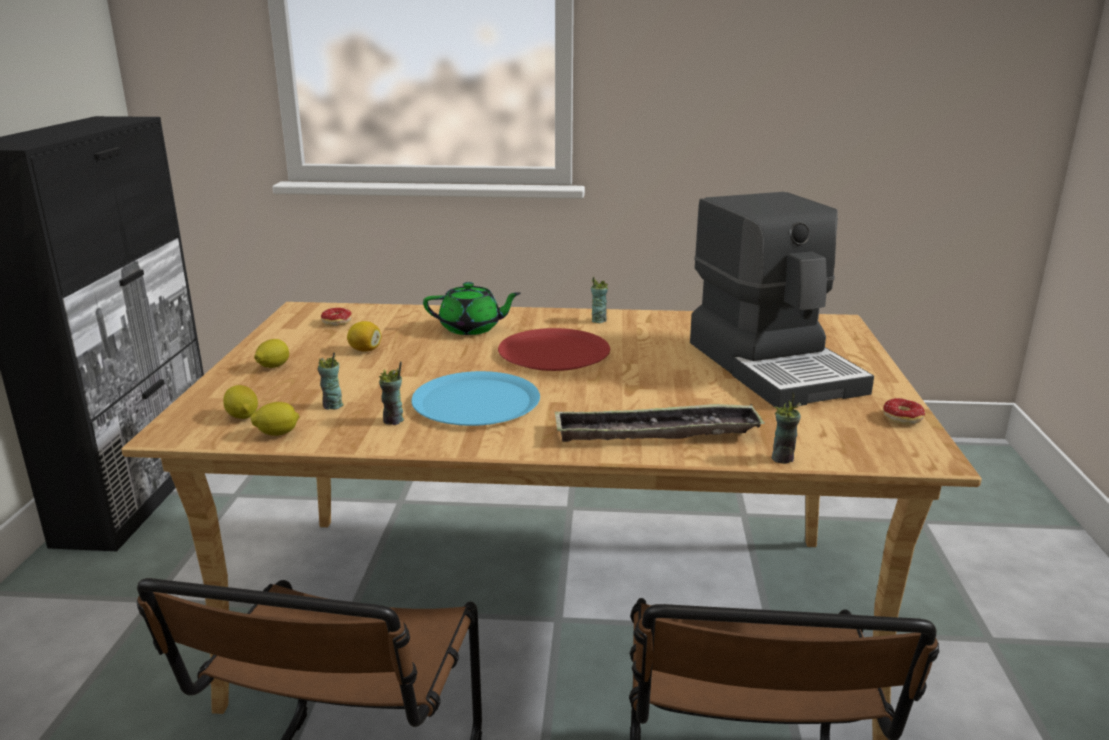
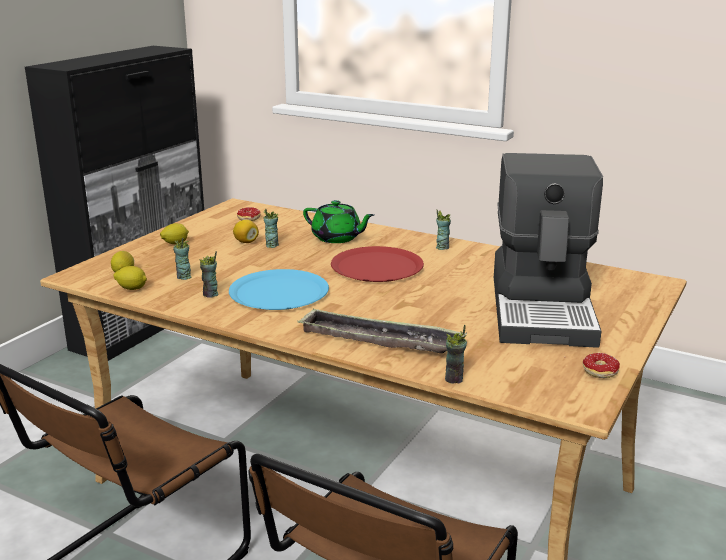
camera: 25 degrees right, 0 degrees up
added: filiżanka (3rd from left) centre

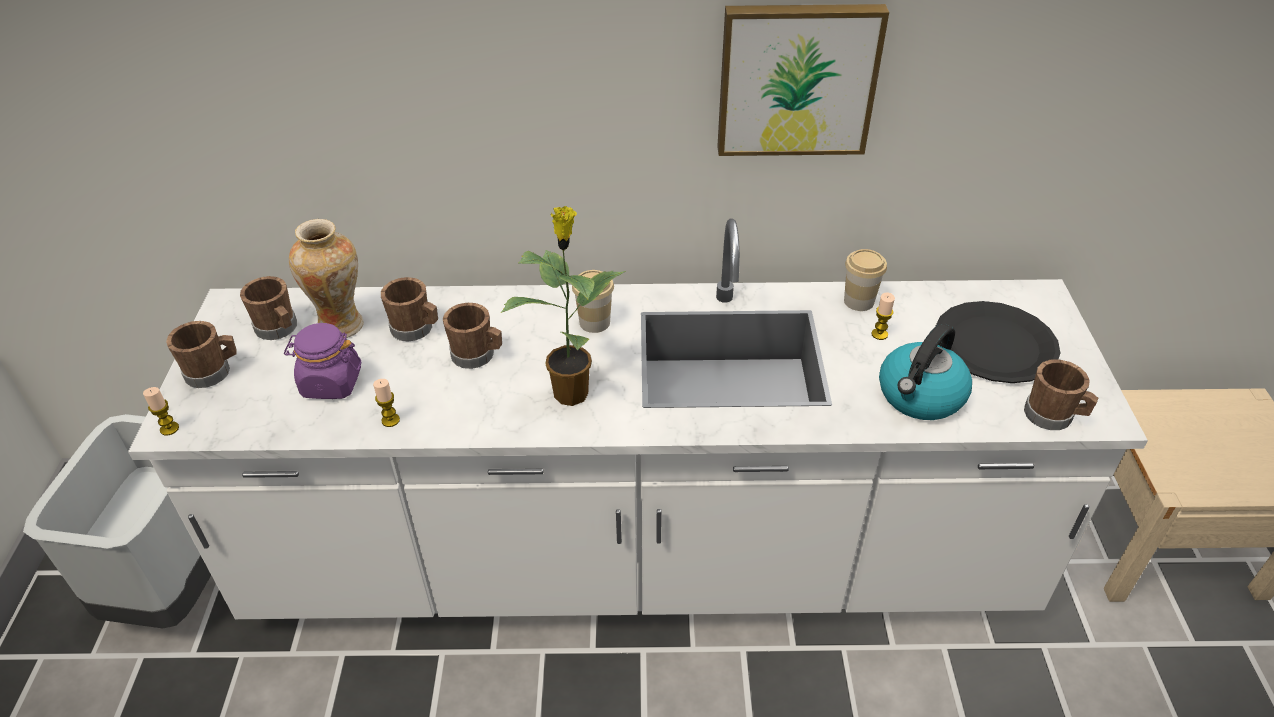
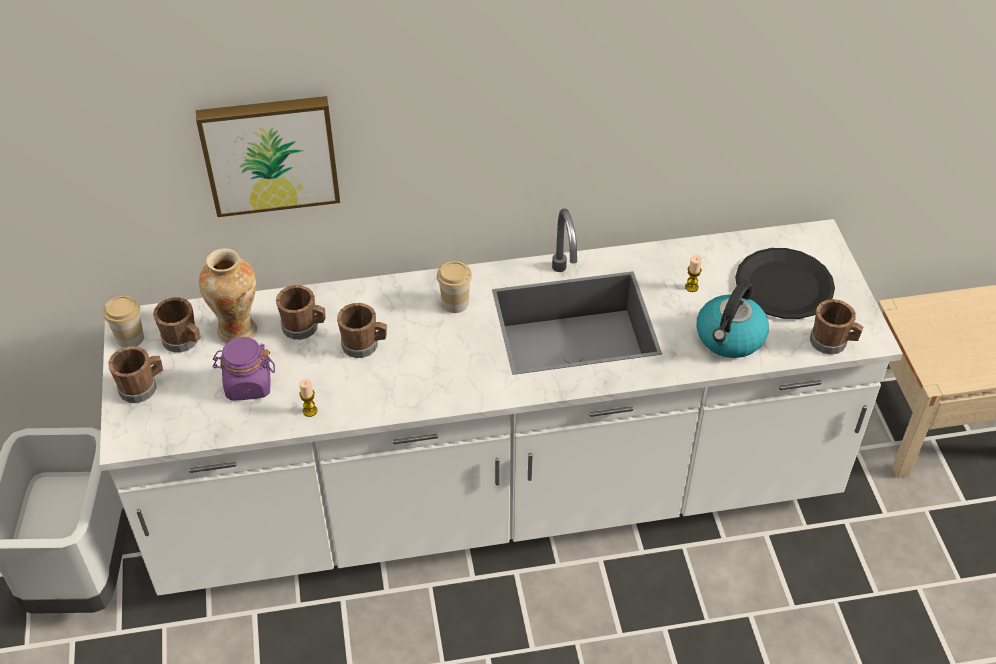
camera: 10 degrees left, 5 degrees up
removed: roślina doniczkowa centre; świeca (1st from left) middle left
moved: obraz top centre to top left; filiżanka (2nd from left in the first image) middle right to filiżanka (1st from left) middle left

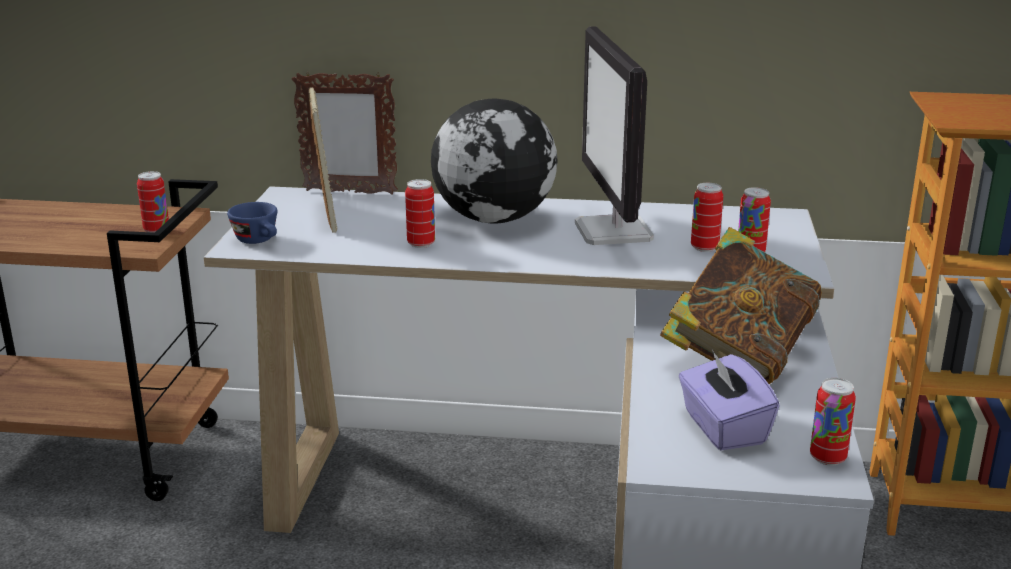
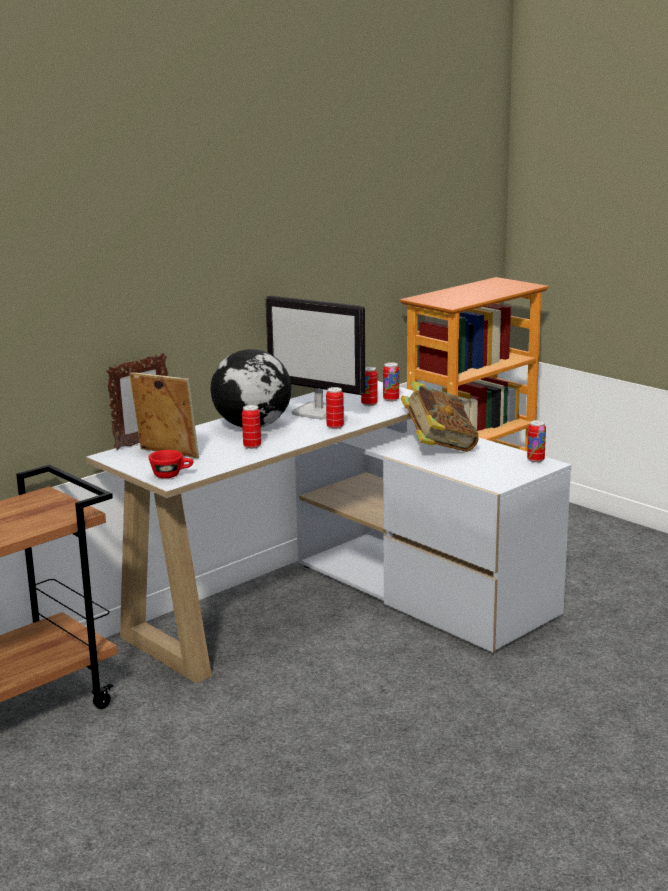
camera: 50 degrees left, 5 degrees down
removed: pudełko chusteczek/fioletowy bottom right
moved: puszka (1st from left in the first image) middle left to puszka (2nd from left) centre
recoloured: filiżanka/niebieski middle left to filiżanka/czerwony middle left

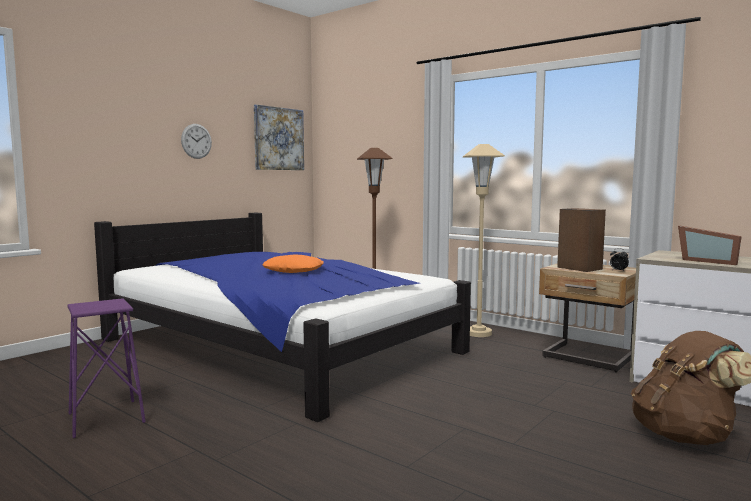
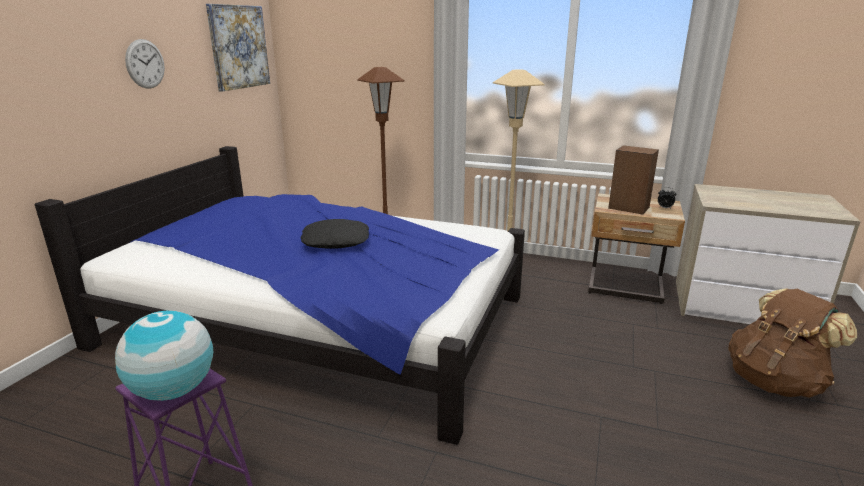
camera: 20 degrees left, 15 degrees up
removed: ramka na zdjęcie middle right
added: globus bottom left
recoloured: poduszka/pomarańczowy centre to poduszka/czarny centre

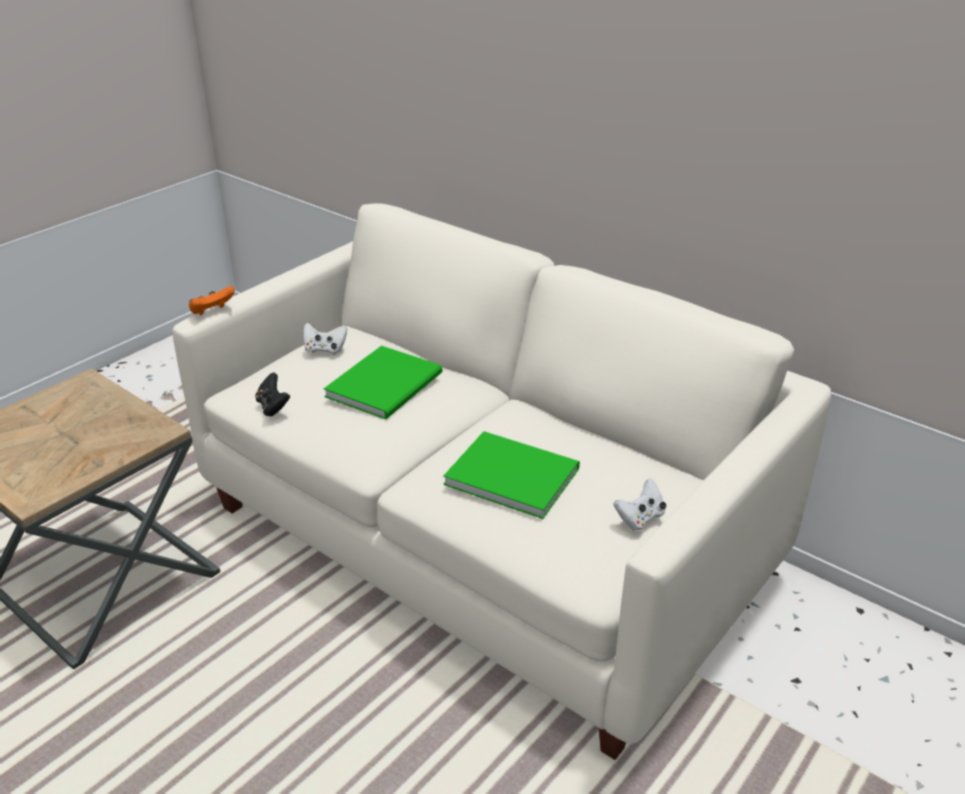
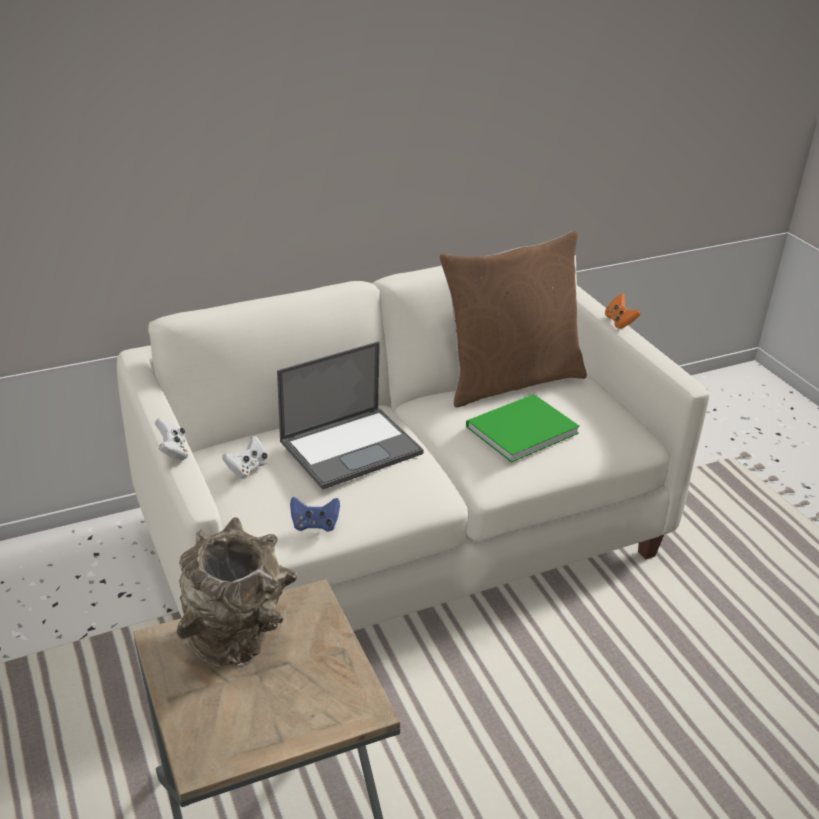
camera: 65 degrees left, 0 degrees up
added: poduszka/brązowy centre; wazon/brązowy bottom left
moved: pad do gier/pomarańczowy middle left to middle right; pad do gier/biały (2nd from left in the first image) centre to pad do gier/biały (1st from left) middle left
replaced: książka/zielony (1st from left) centre to laptop centre
recoloured: pad do gier/czarny middle left to pad do gier/niebieski centre

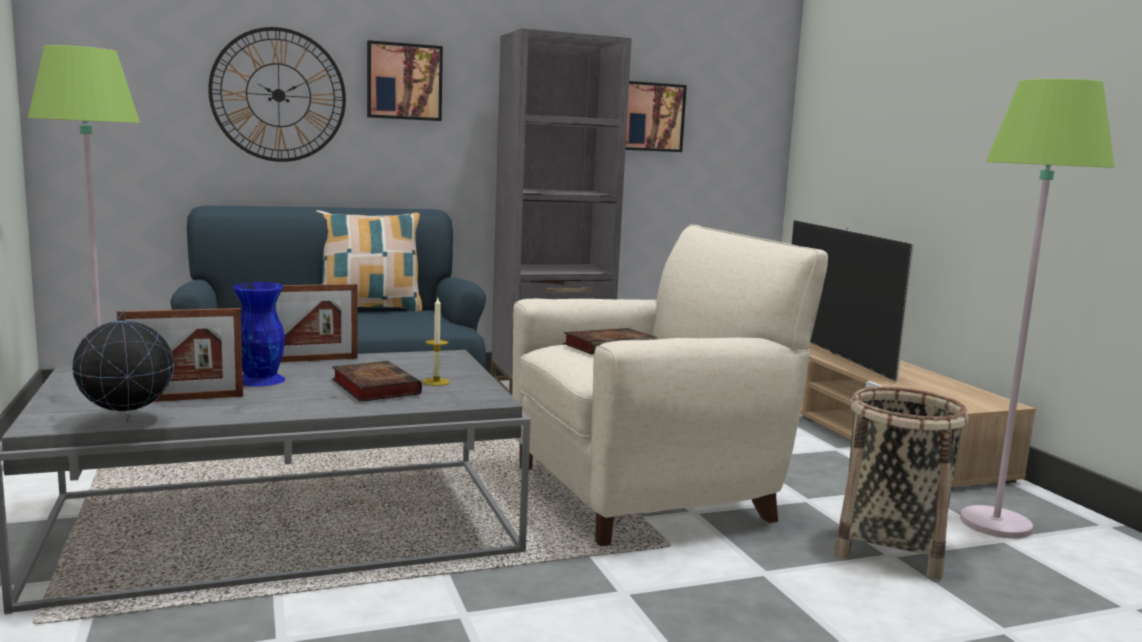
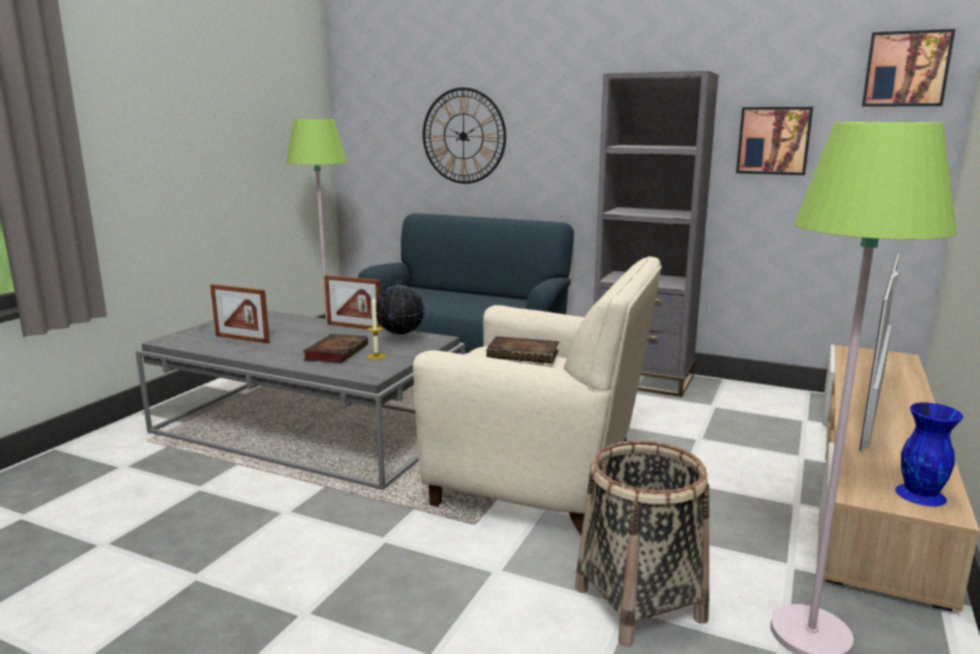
camera: 45 degrees right, 5 degrees up
removed: poduszka middle left
moved: obraz (1st from left in the first image) top centre to obraz (2nd from left) top right; wazon/niebieski middle left to bottom right; globus middle left to centre

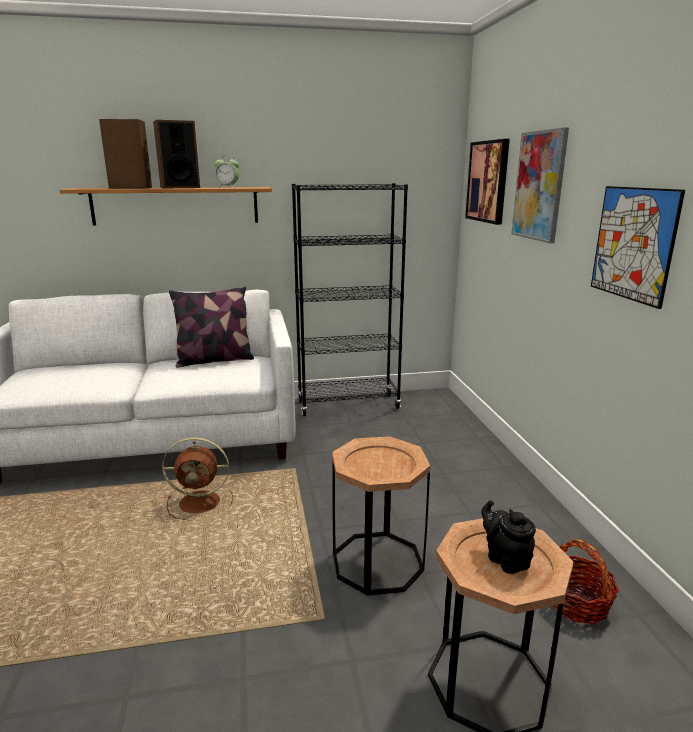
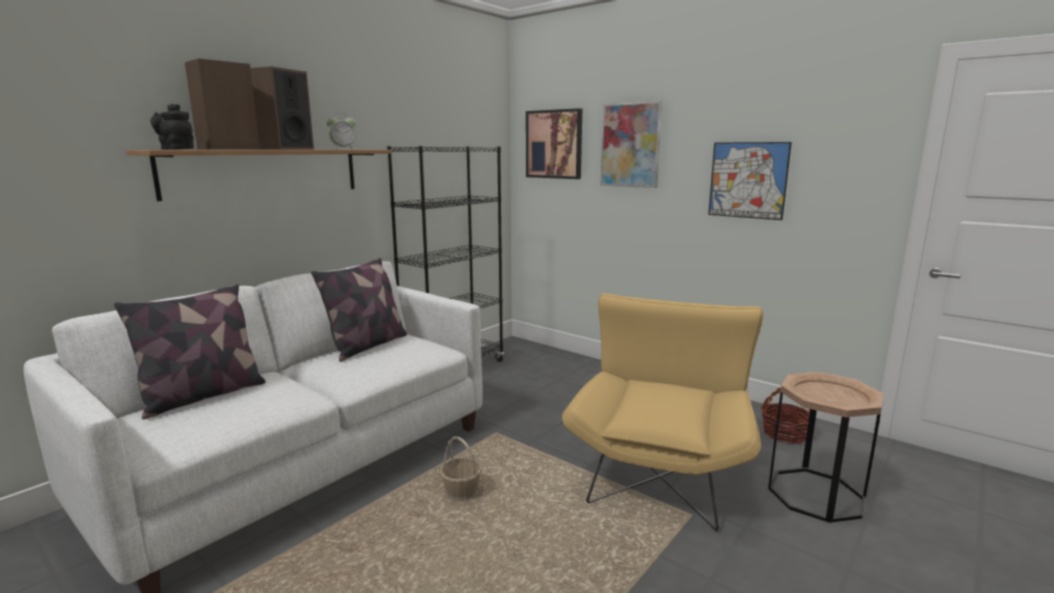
camera: 40 degrees left, 5 degrees down
added: poduszka (1st from left) middle left
moved: imbryk/czarny bottom right to top left
replaced: stolik/brązowy (1st from left) bottom centre to fotel/żółty bottom centre; wentylator/brązowy middle left to koszyk (1st from left) bottom centre

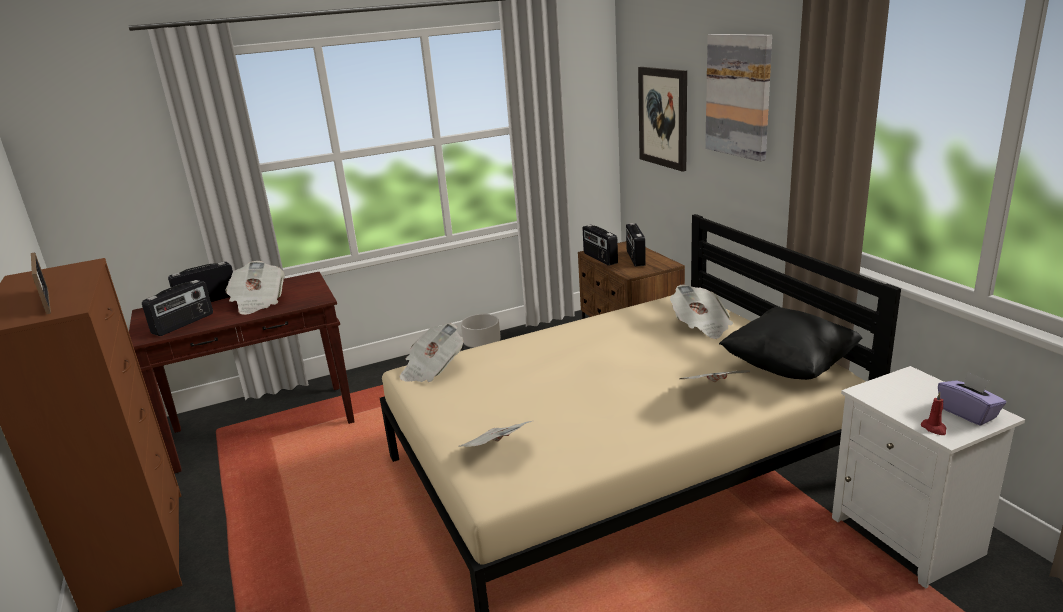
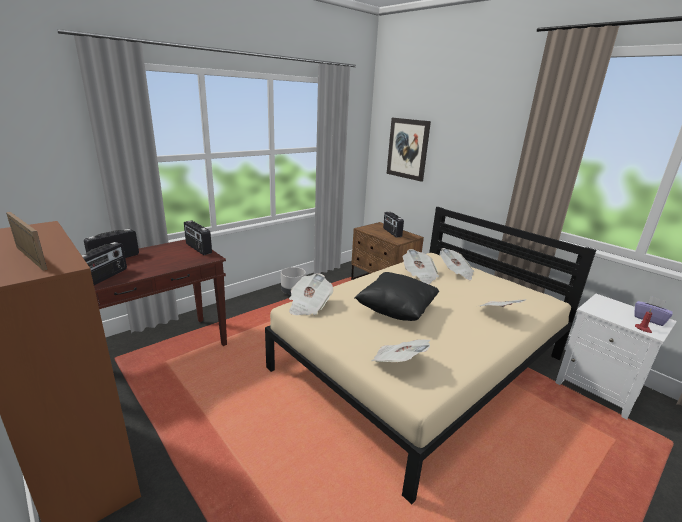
camera: 20 degrees left, 0 degrees up
removed: obraz (2nd from left) top right
moved: radio (3rd from left) centre to middle left; gazeta (1st from left in the first image) middle left to gazeta (3rd from left) centre; poduszka/czarny middle right to centre

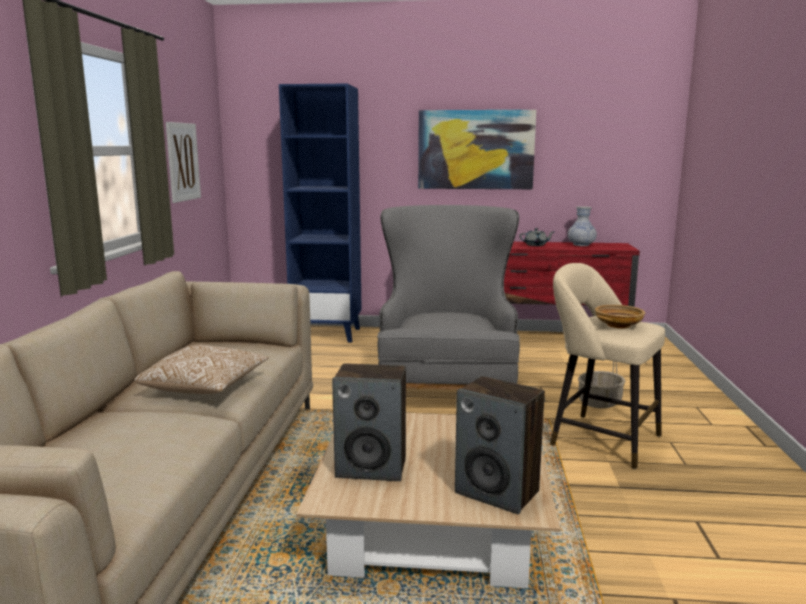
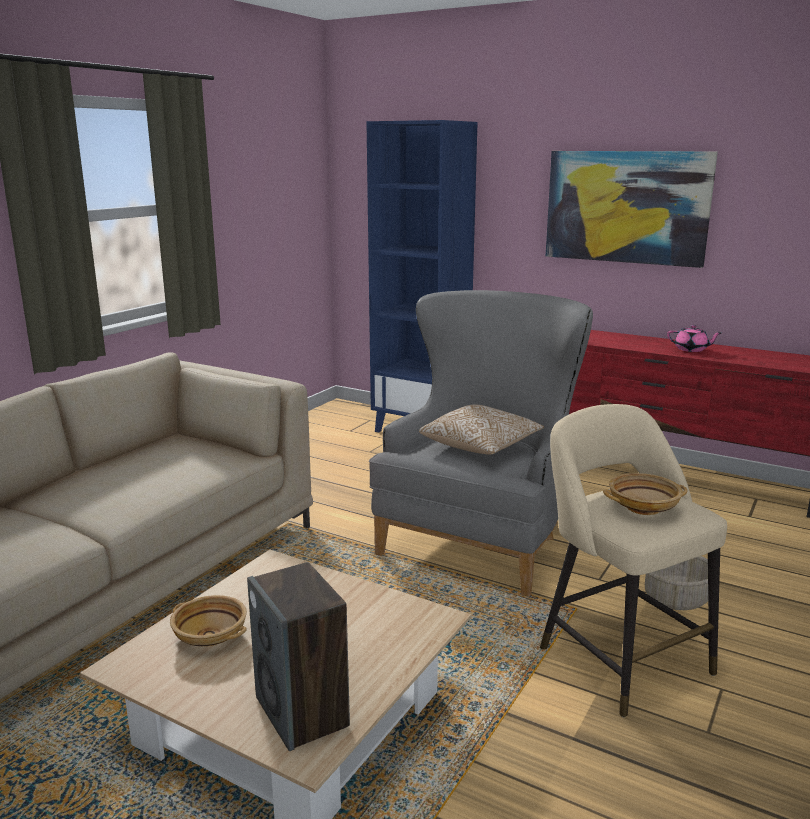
camera: 25 degrees right, 5 degrees up
removed: obraz (1st from left) top left; wazon middle right
moved: poduszka middle left to centre
replaced: głośnik (1st from left) bottom centre to miska/beżowy (1st from left) bottom left
recoloured: imbryk/szary centre to imbryk/różowy middle right

